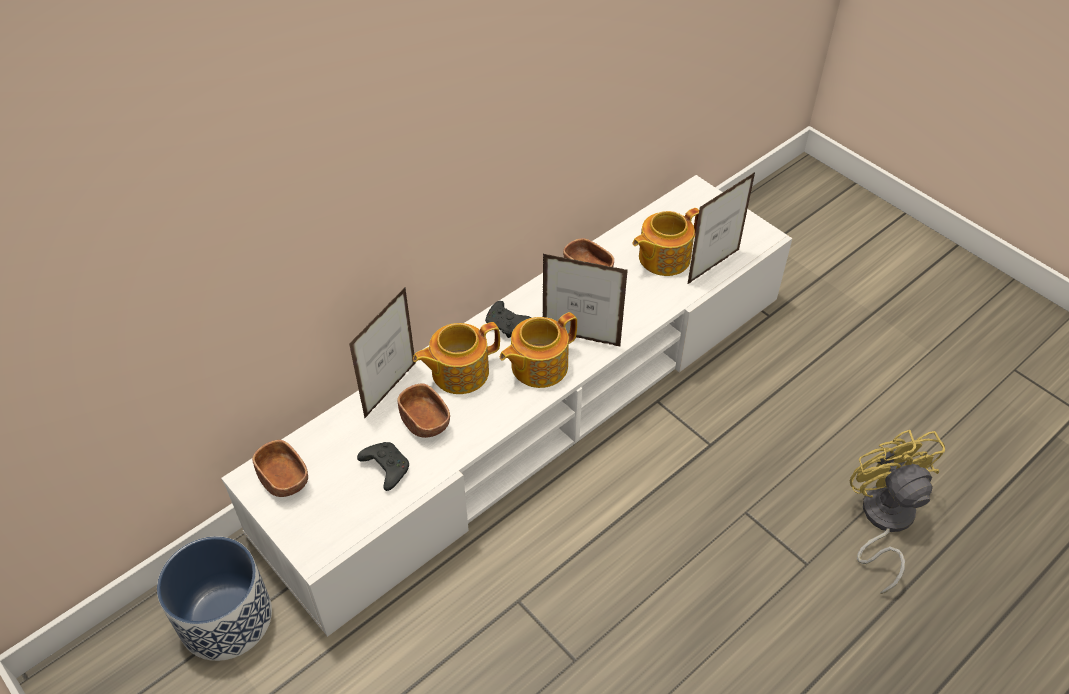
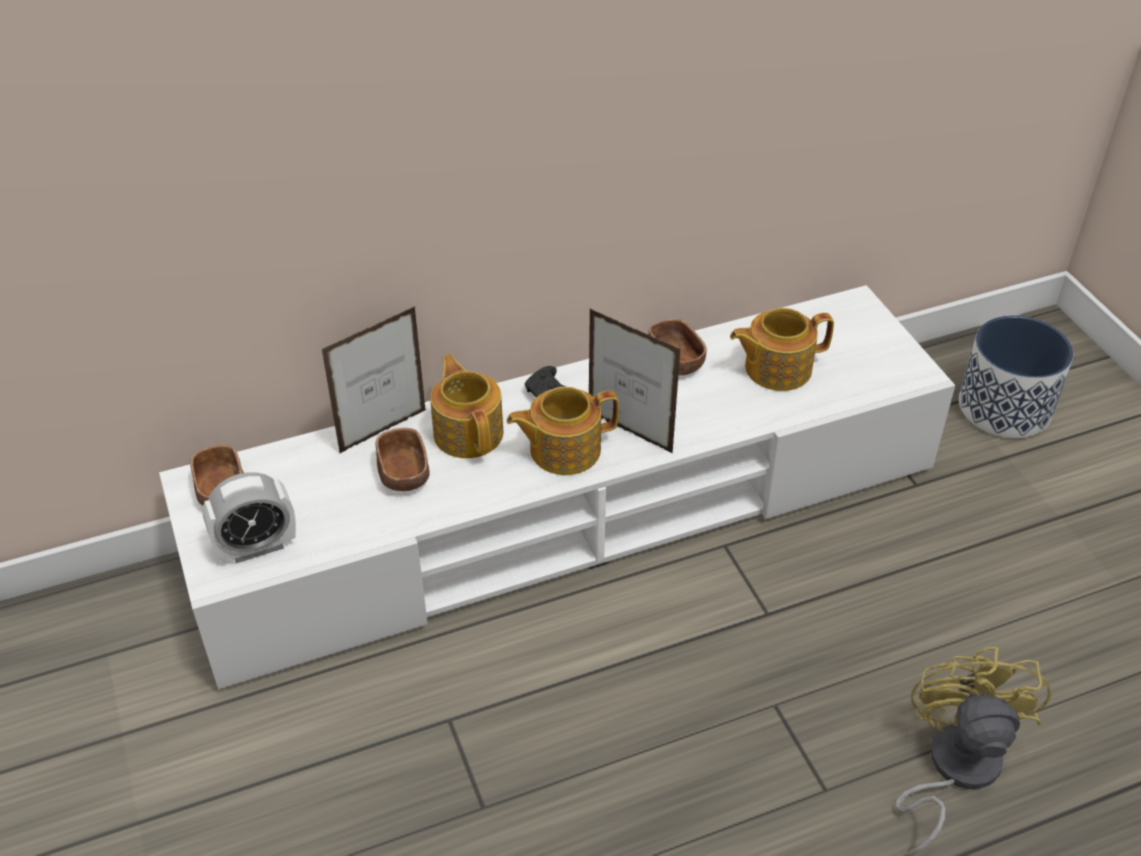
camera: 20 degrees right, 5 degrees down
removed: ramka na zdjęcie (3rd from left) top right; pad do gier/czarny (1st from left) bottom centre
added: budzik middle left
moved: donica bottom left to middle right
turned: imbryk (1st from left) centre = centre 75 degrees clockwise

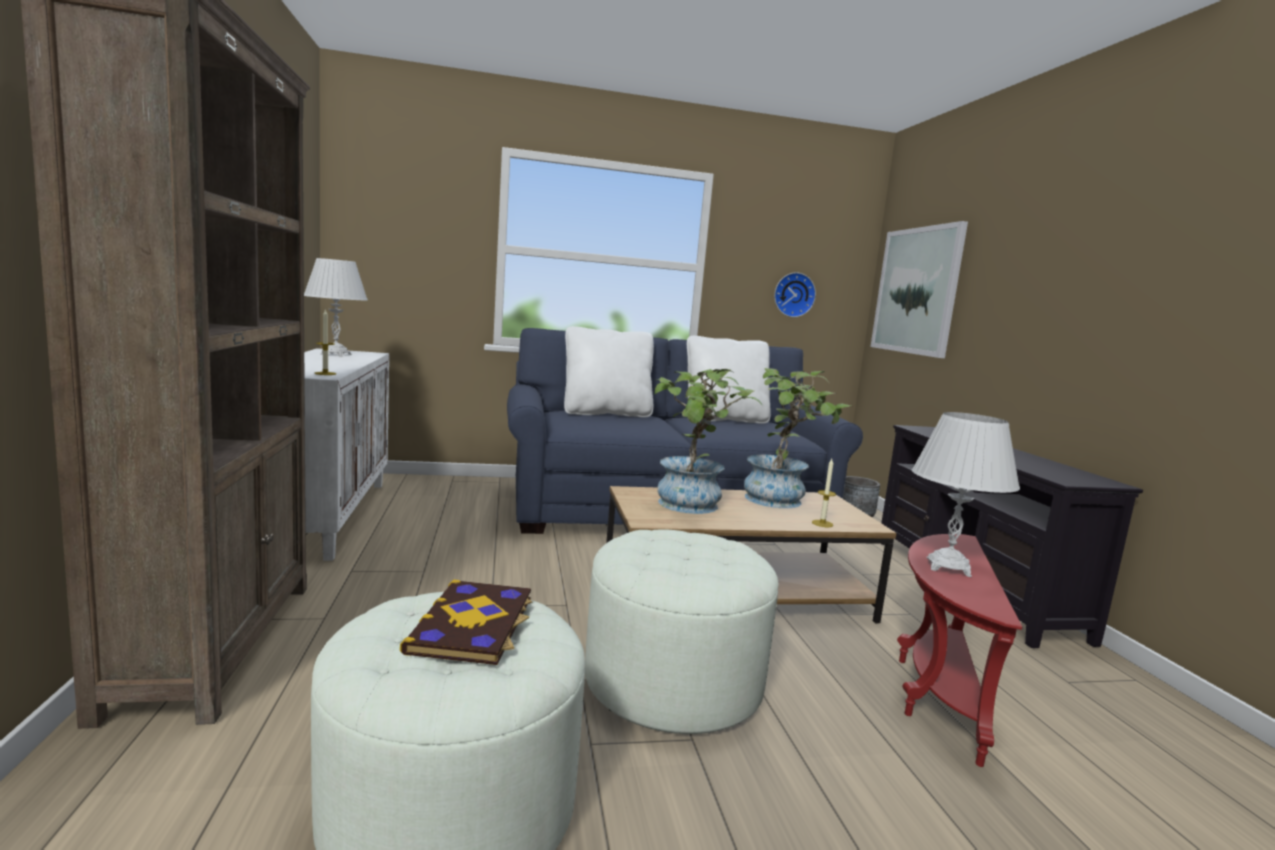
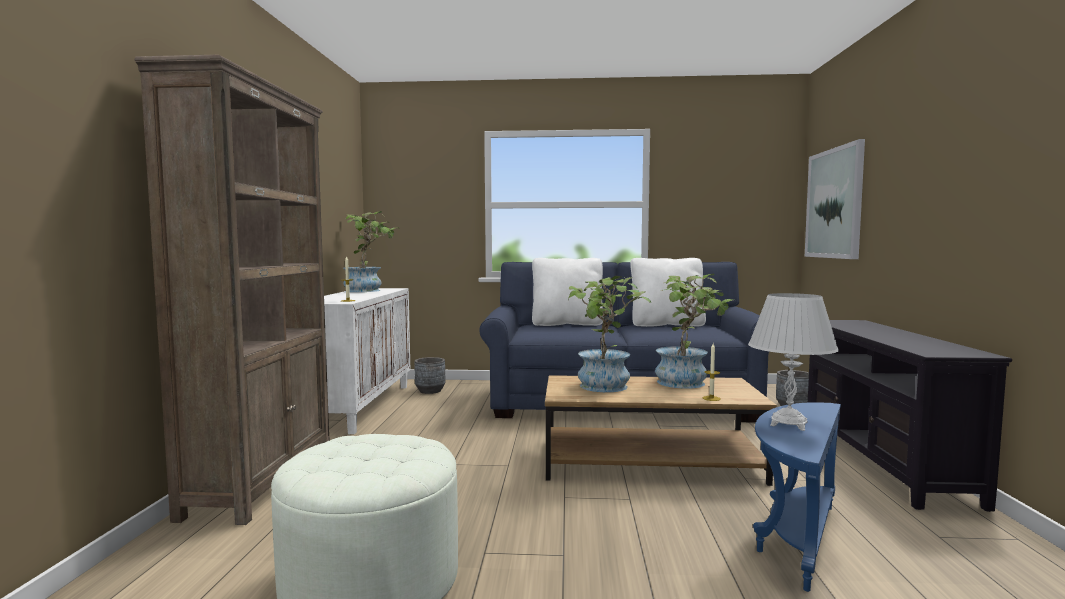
camera: 15 degrees right, 5 degrees down
removed: zegar ścienny centre; pufa/biały (2nd from left) bottom centre; książka bottom centre
added: donica/szary (1st from left) centre
replaced: lampa stołowa/biały (1st from left) middle left to roślina doniczkowa (1st from left) centre
recoloured: stolik/czerwony bottom right to stolik/niebieski bottom right

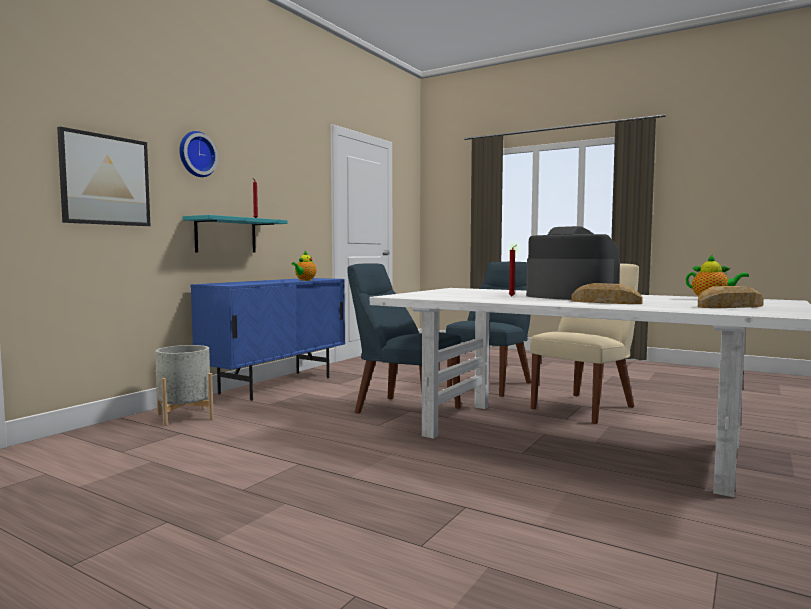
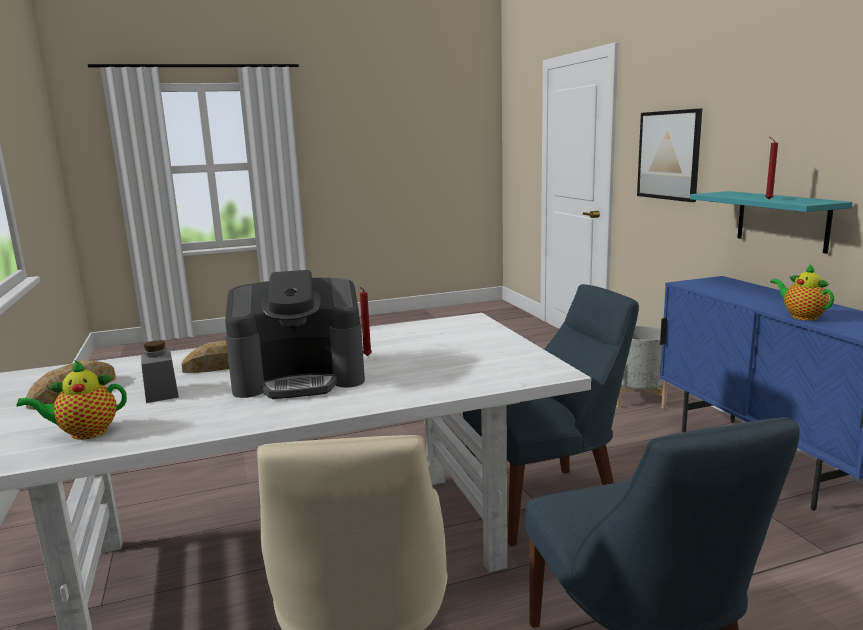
camera: 130 degrees right, 10 degrees up
removed: zegar ścienny top left
added: słoik/szary middle left

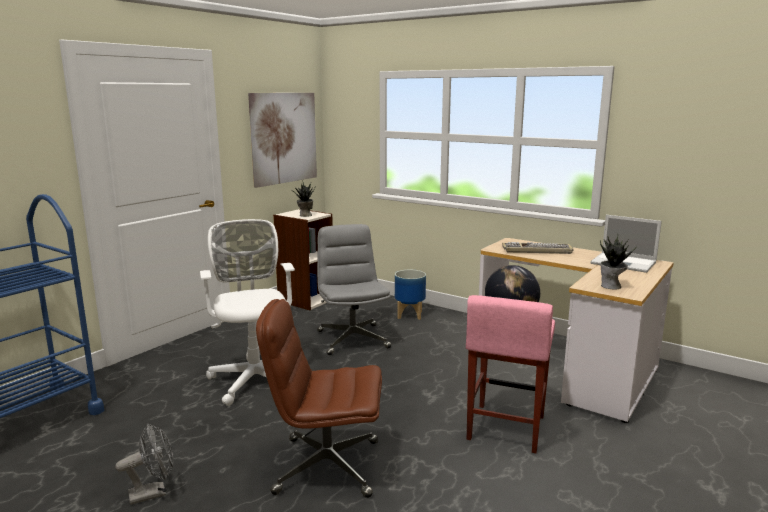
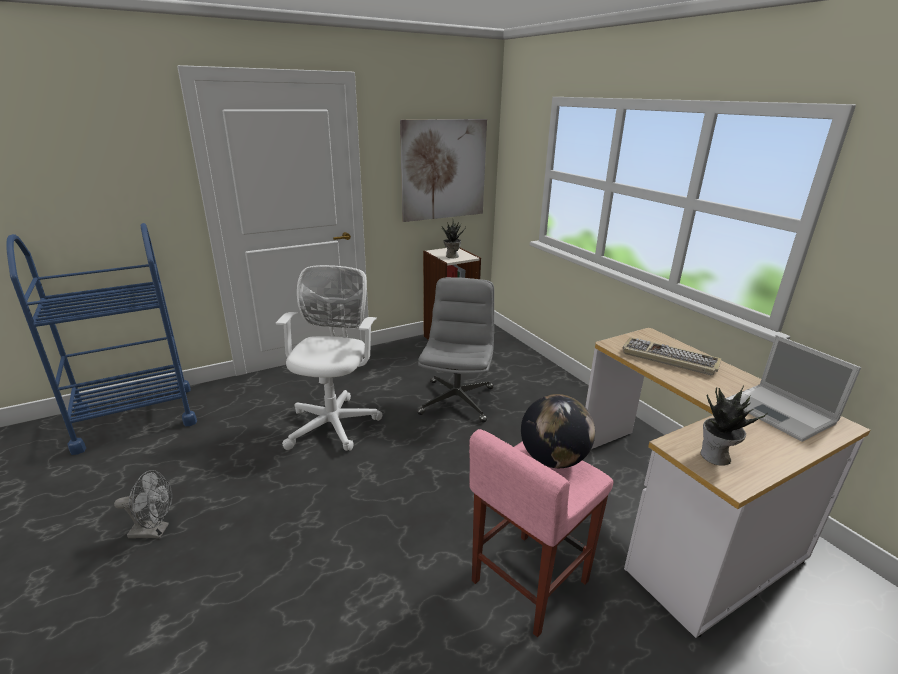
camera: 25 degrees right, 10 degrees up
removed: donica centre; krzesło biurowe/brązowy bottom centre

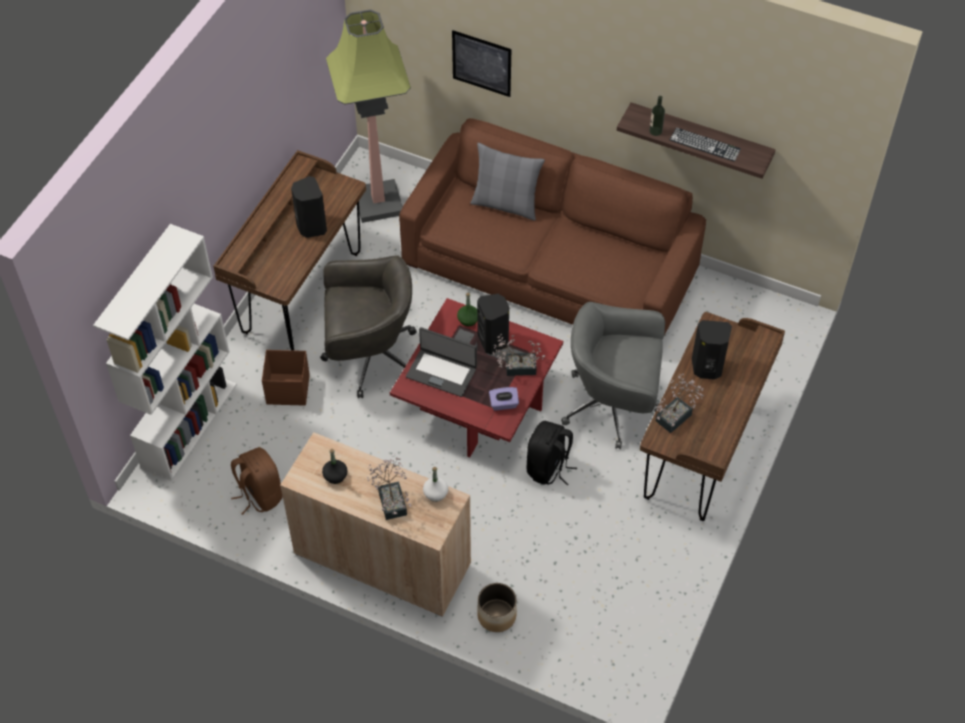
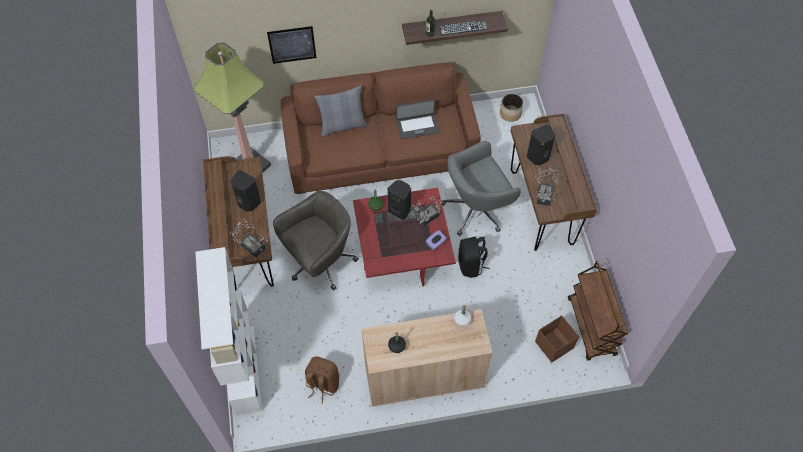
camera: 35 degrees left, 5 degrees up
added: wózek/brązowy bottom right
moved: laptop centre to top centre; pojemnik do przechowywania/brązowy middle left to bottom right; roślina doniczkowa (1st from left) bottom centre to middle left; donica bottom centre to top centre

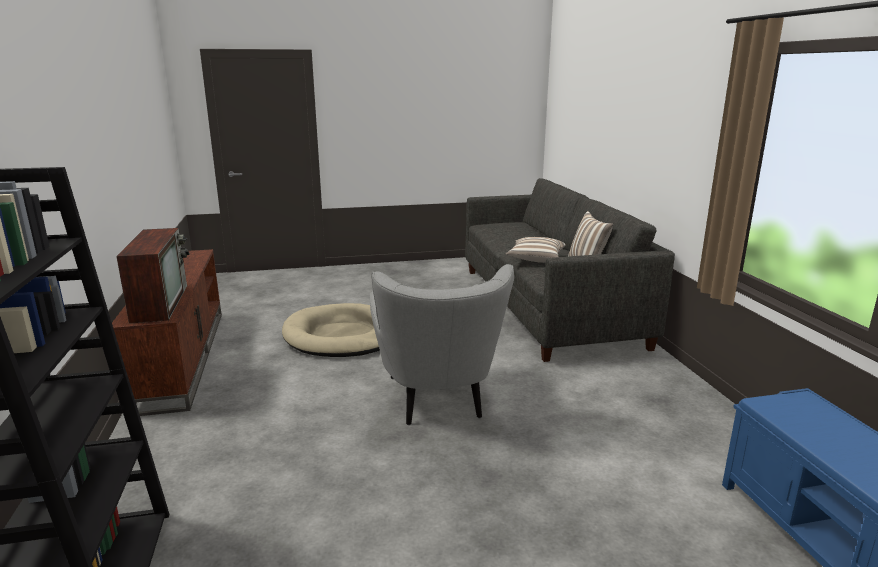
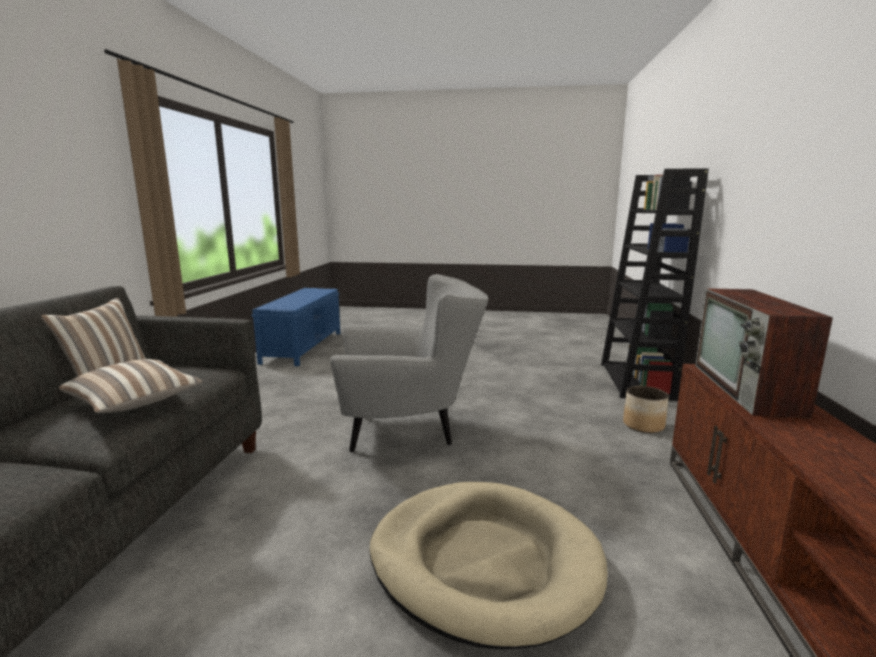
camera: 160 degrees left, 5 degrees down
added: donica middle right
turned: fotel/szary centre = centre 75 degrees clockwise

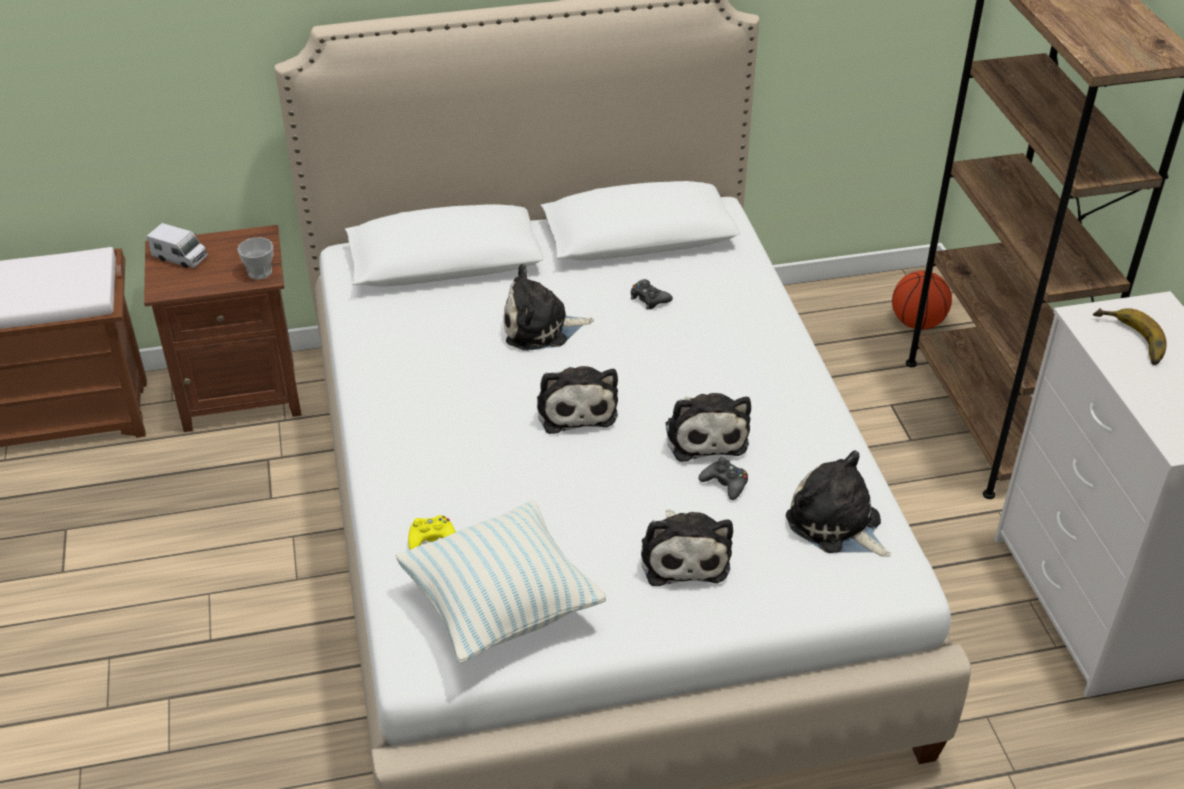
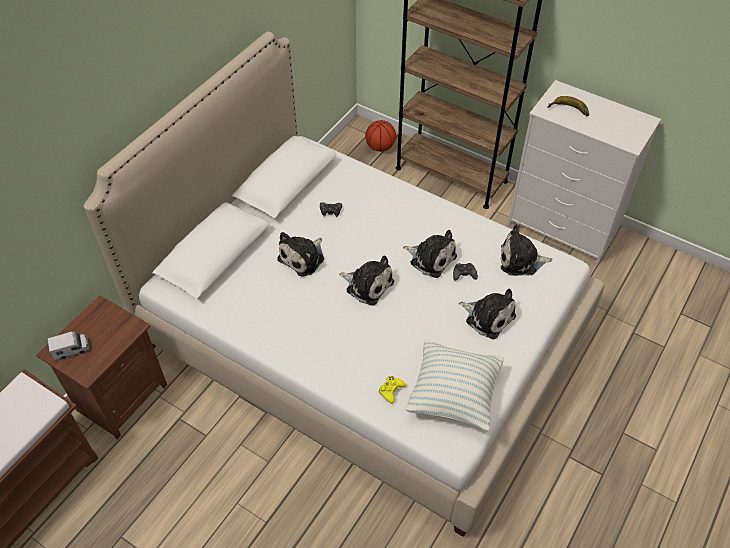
camera: 45 degrees left, 10 degrees up
removed: filiżanka top left

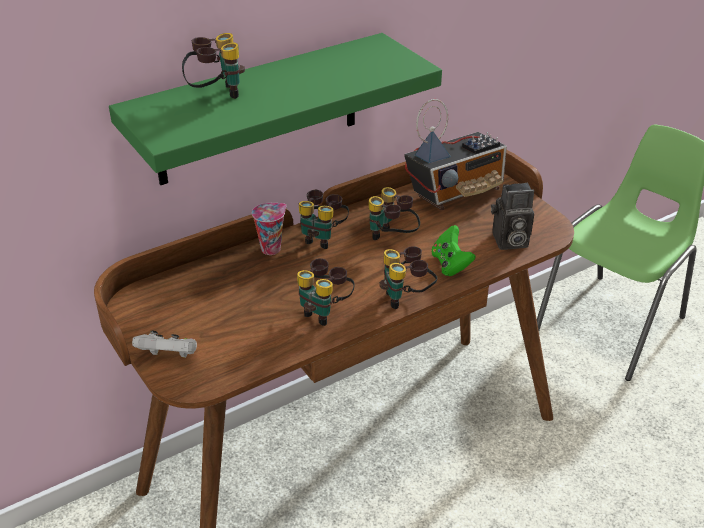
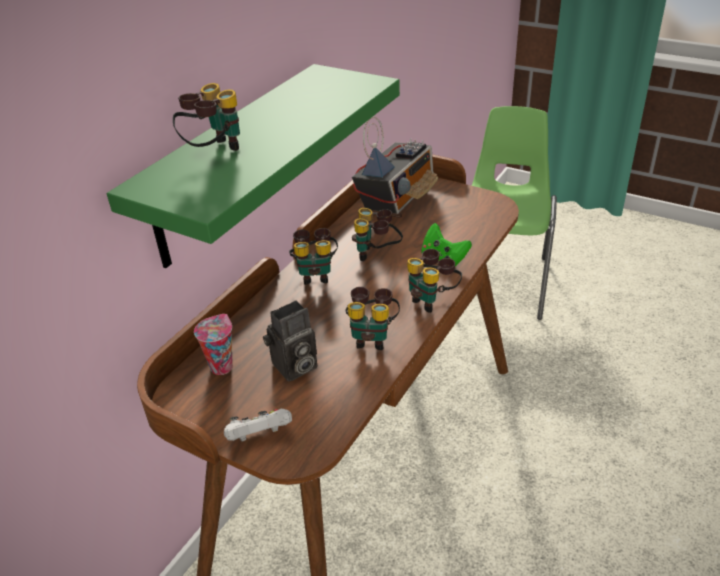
camera: 25 degrees left, 0 degrees up
moved: aparat fotograficzny middle right to centre; filiżanka centre to middle left

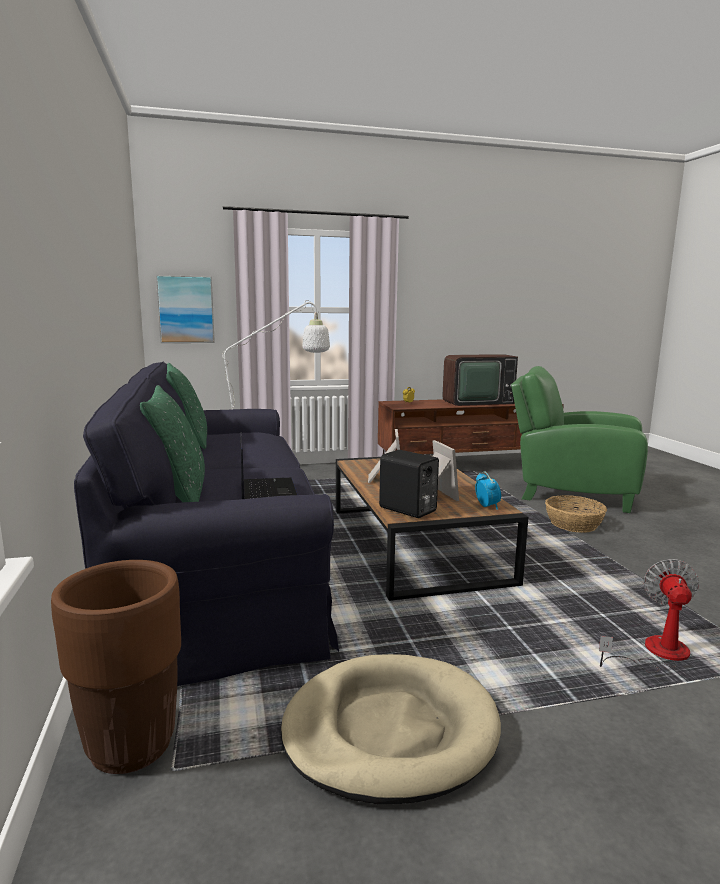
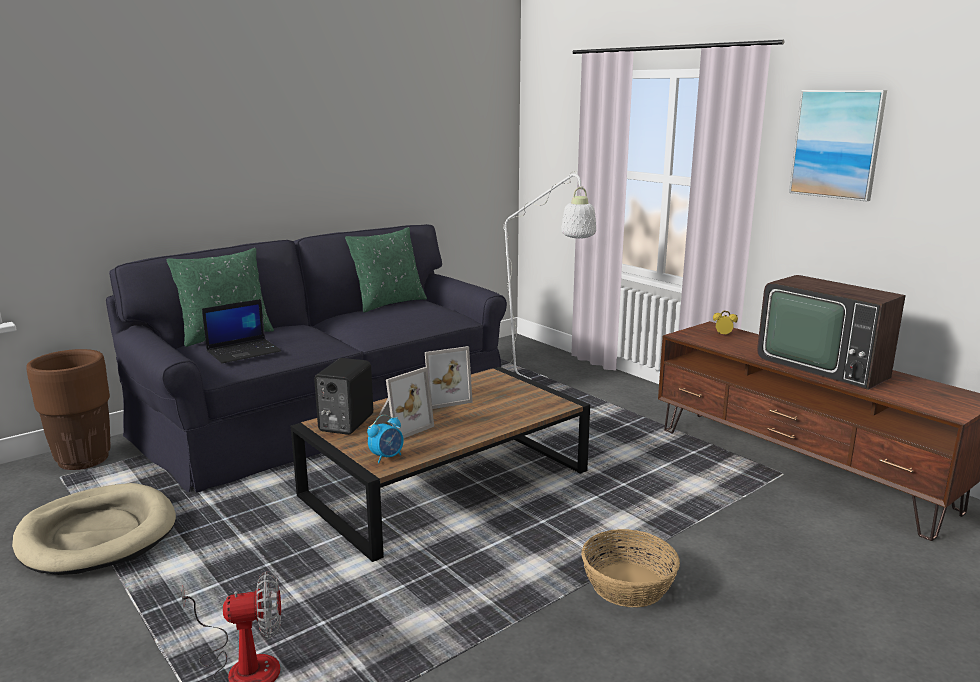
camera: 65 degrees right, 5 degrees up
removed: fotel/zielony middle right
moved: obraz middle left to top right

